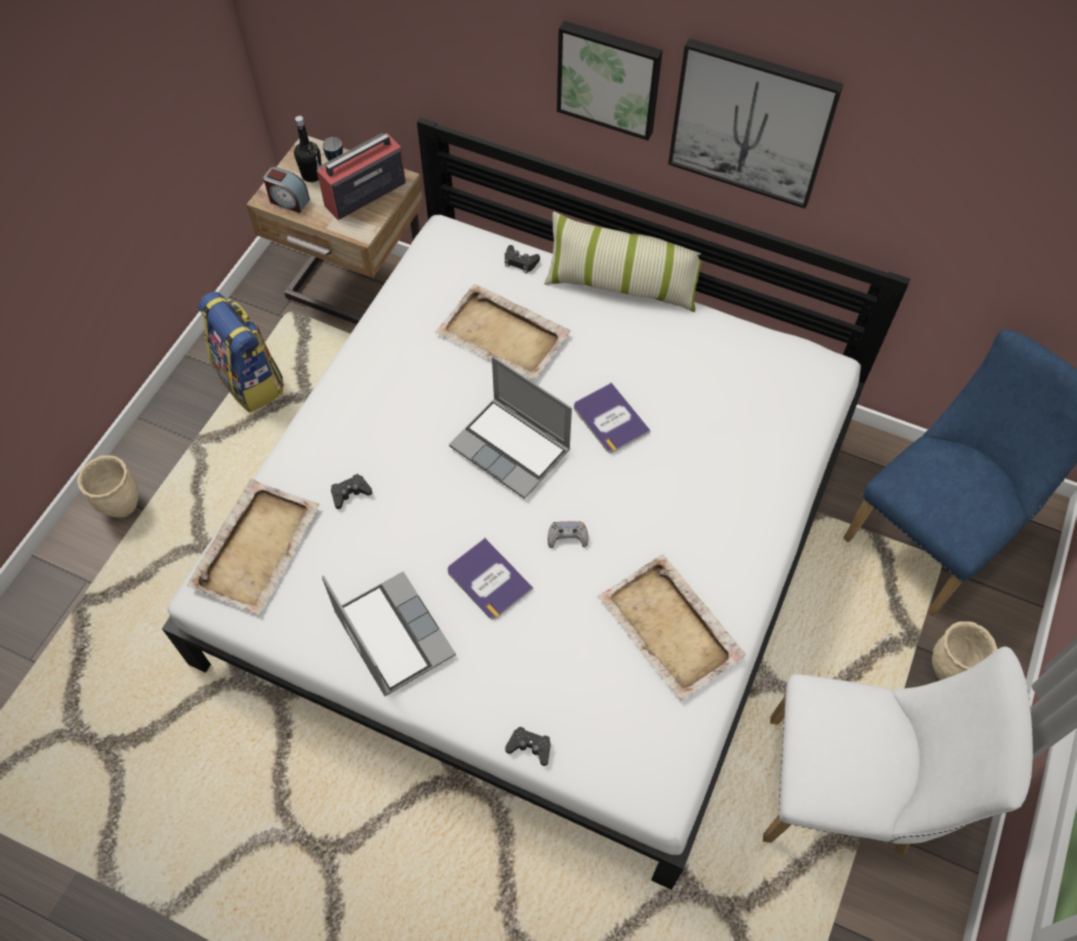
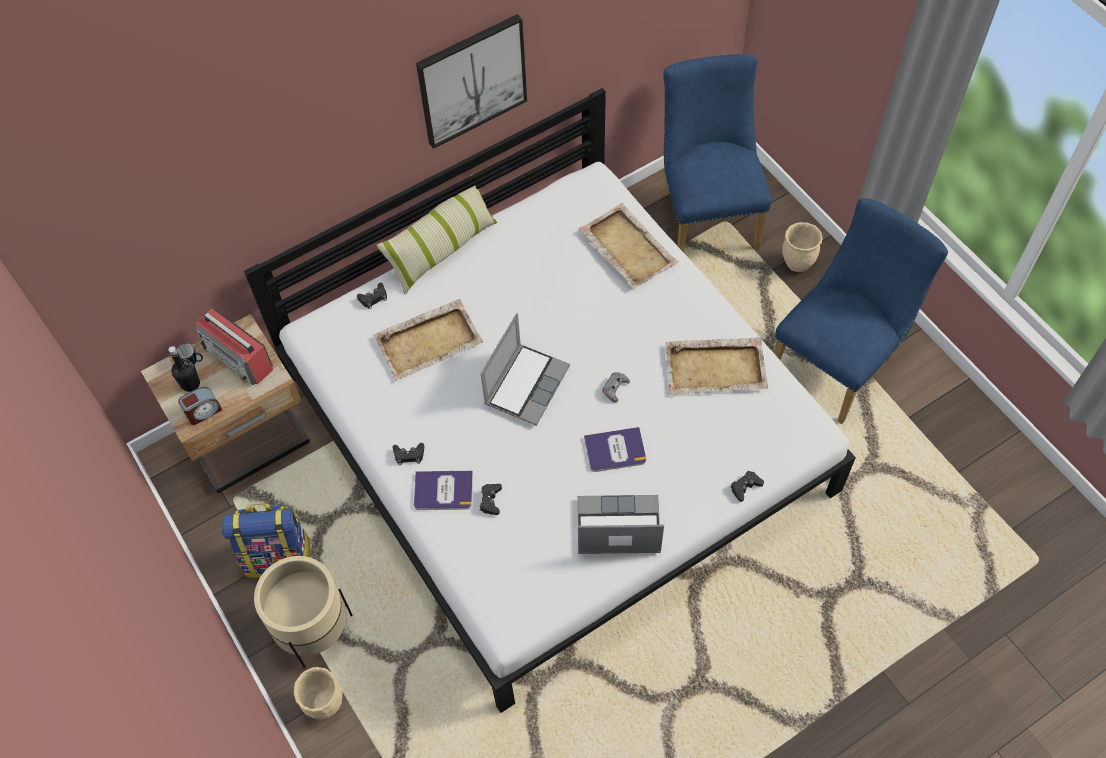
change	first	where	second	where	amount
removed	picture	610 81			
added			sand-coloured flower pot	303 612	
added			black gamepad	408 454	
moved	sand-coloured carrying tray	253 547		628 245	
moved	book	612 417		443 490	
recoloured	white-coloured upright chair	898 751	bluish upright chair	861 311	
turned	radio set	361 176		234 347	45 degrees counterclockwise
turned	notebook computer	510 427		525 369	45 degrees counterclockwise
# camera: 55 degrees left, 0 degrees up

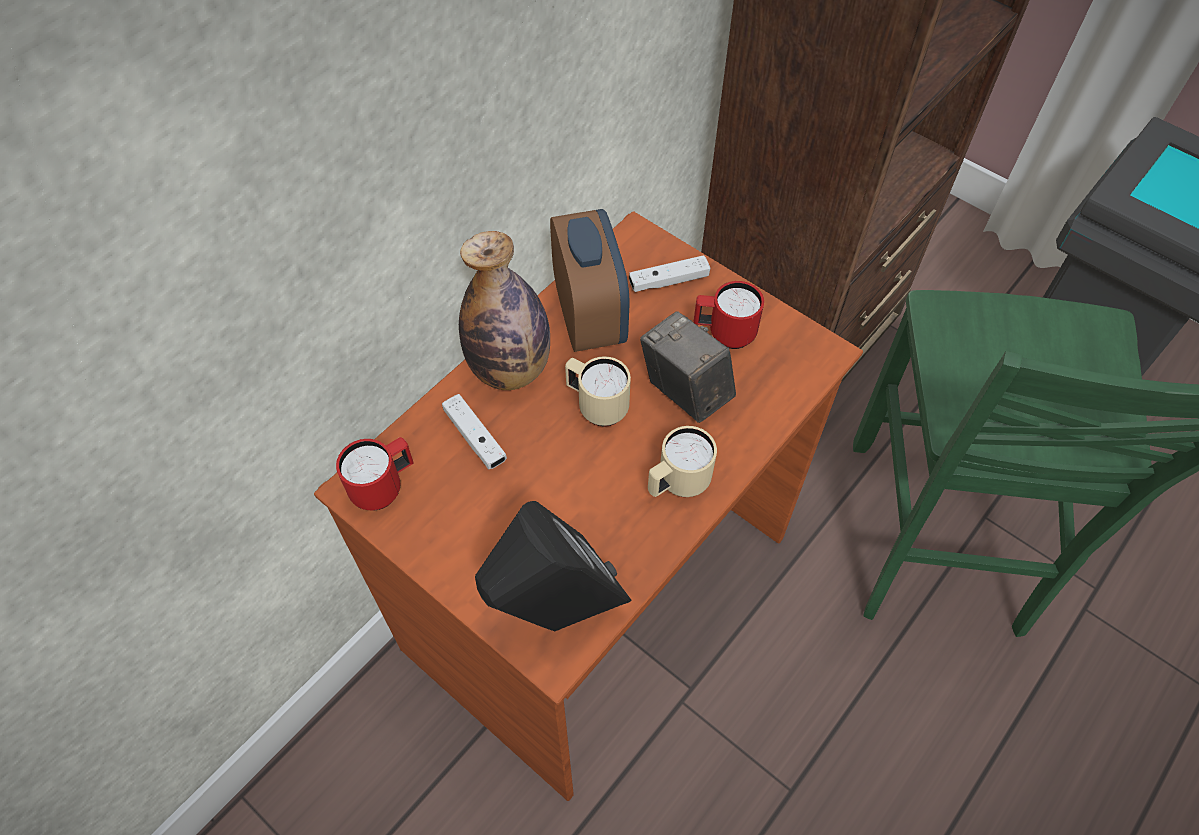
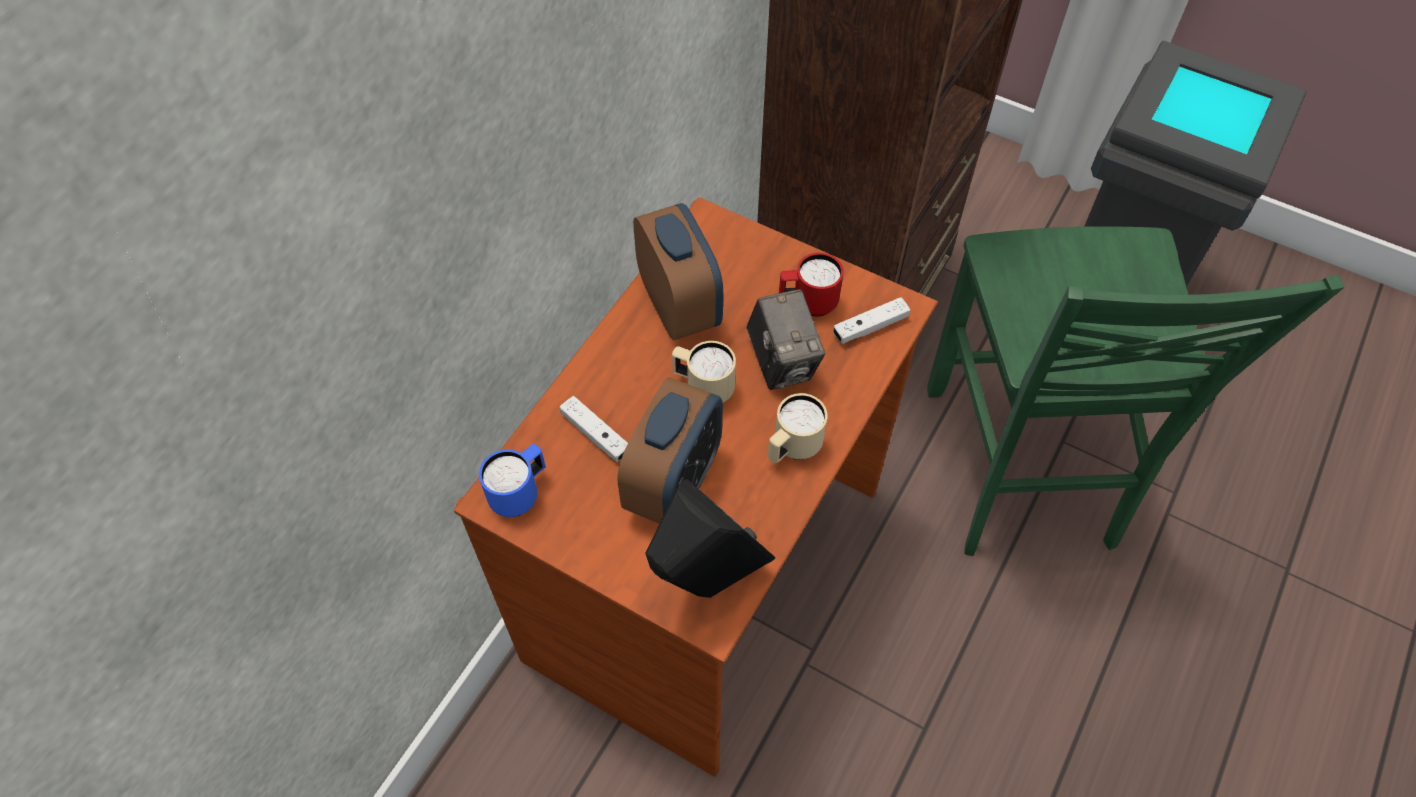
change	first	where	second	where	amount
removed	bottle	504 310			
added			bedside clock	670 451	
moved	white-coloured gamepad	669 273		871 320	
recoloured	red-coloured mug	374 473	bluish mug	512 480	
turned	photo camera	688 367		785 339	150 degrees counterclockwise
# camera: 10 degrees left, 0 degrees up

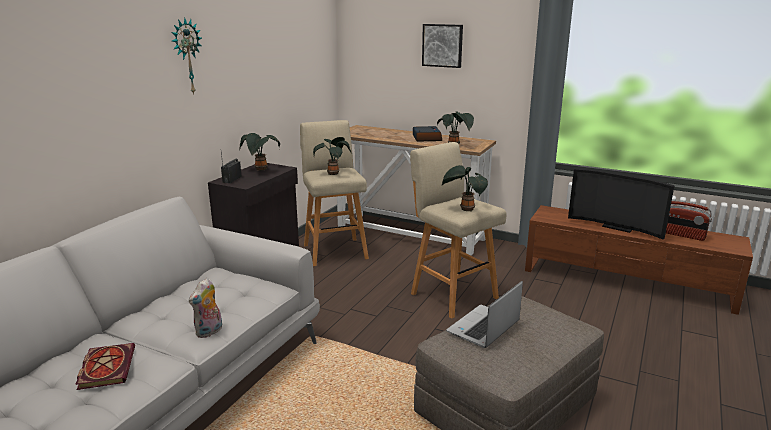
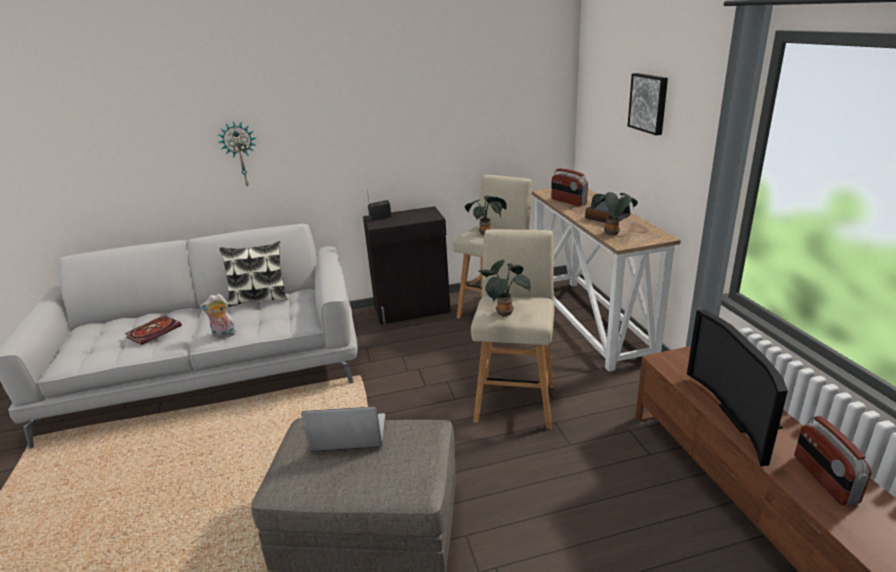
change	first	where	second	where	amount
removed	houseplant	259 152			
added			pillow	253 274	
added			radio set	569 187	
moved	hanging clock	186 56		237 154	
# camera: 50 degrees right, 5 degrees up

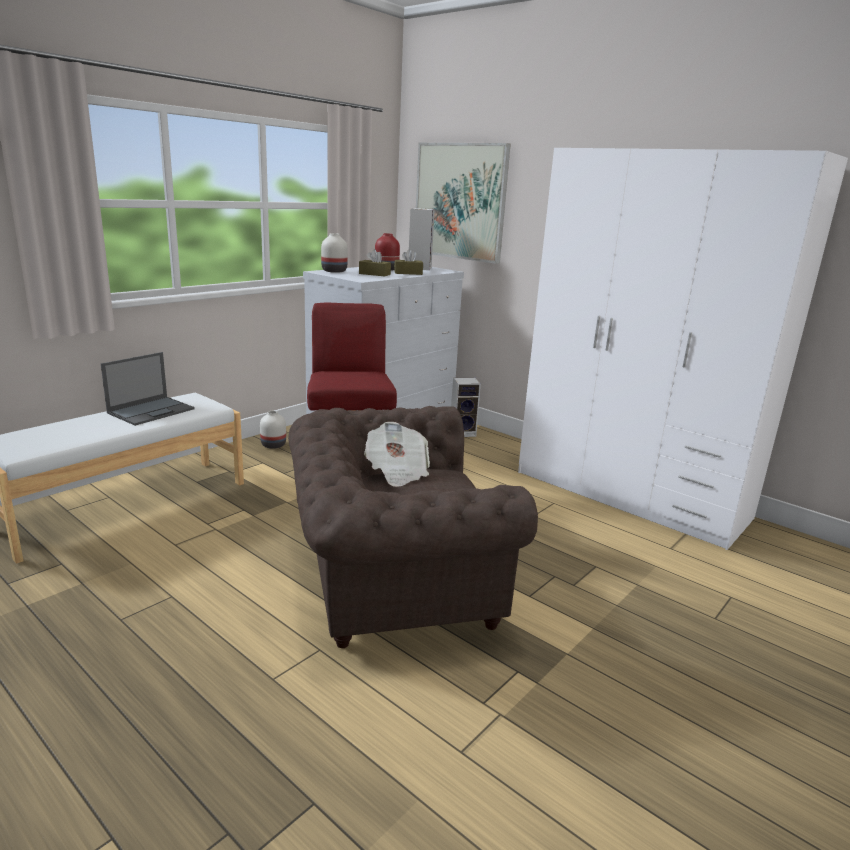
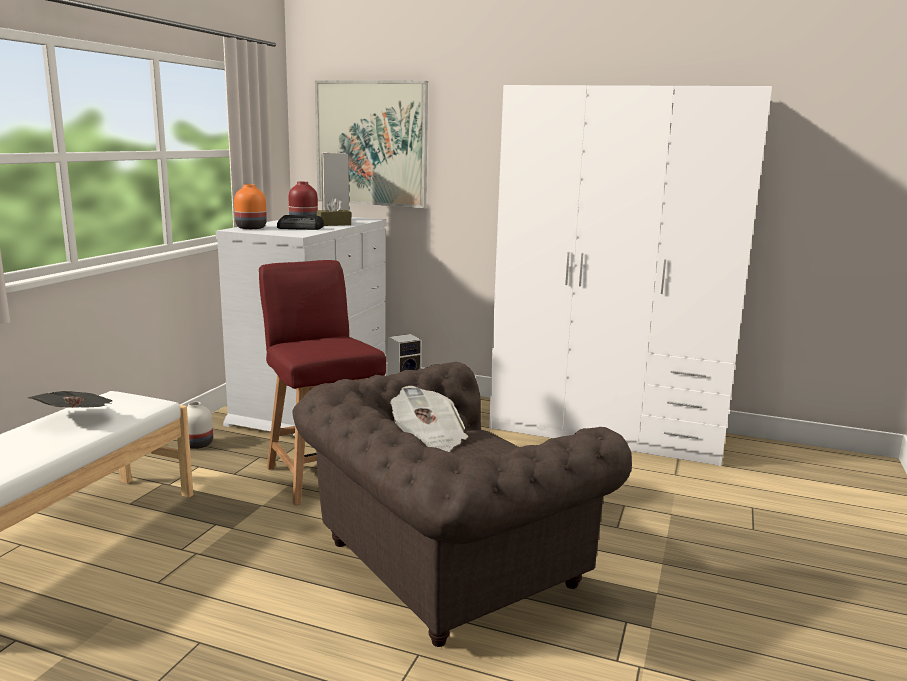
change	first	where	second	where	amount
replaced	notebook computer	148 389	newspaper	70 399	
replaced	brownish box of tissues	375 263	radio set	300 222	
recoloured	white-coloured vase	334 253	orangey vase	250 206	
# camera: 20 degrees left, 5 degrees down

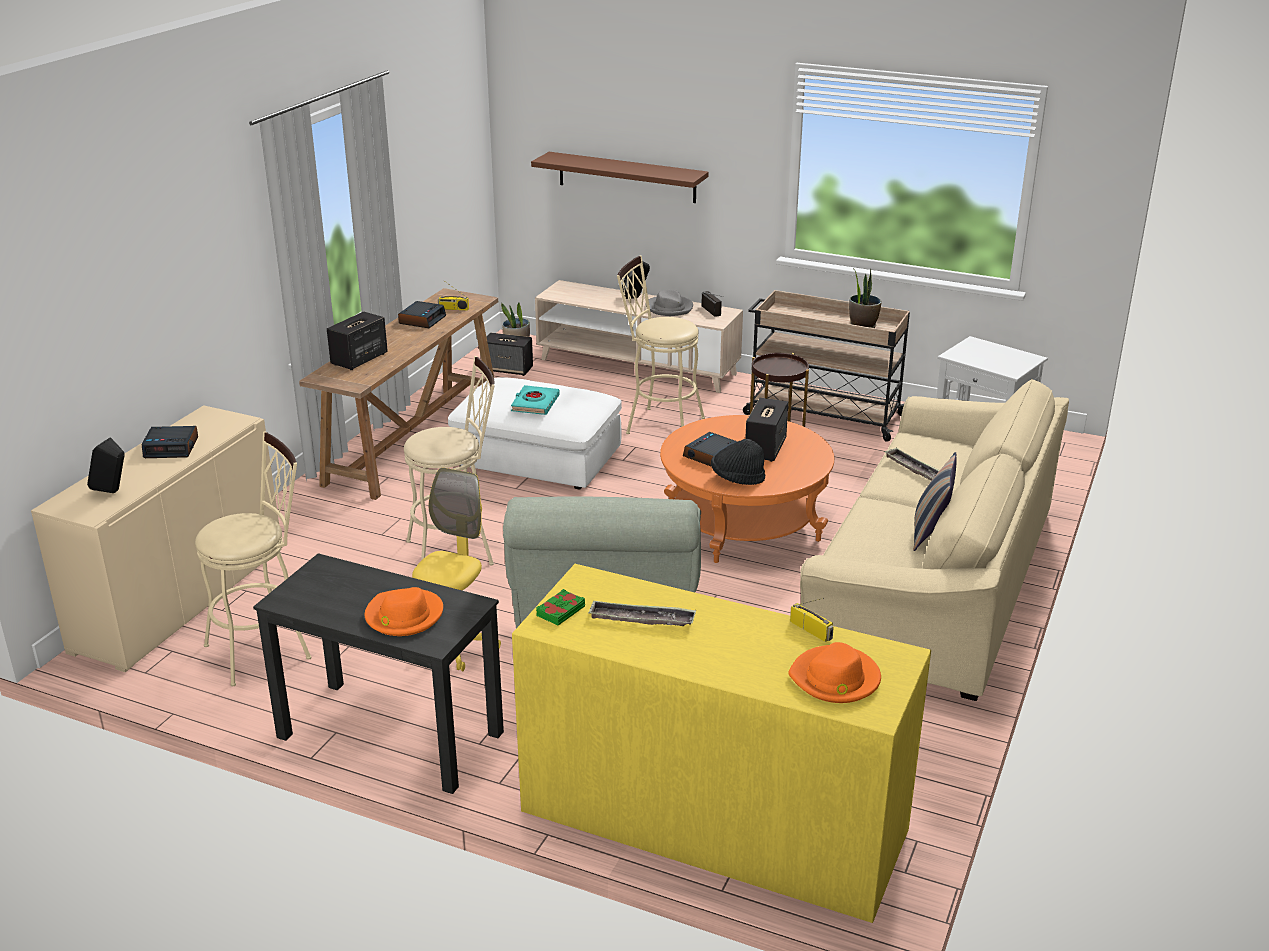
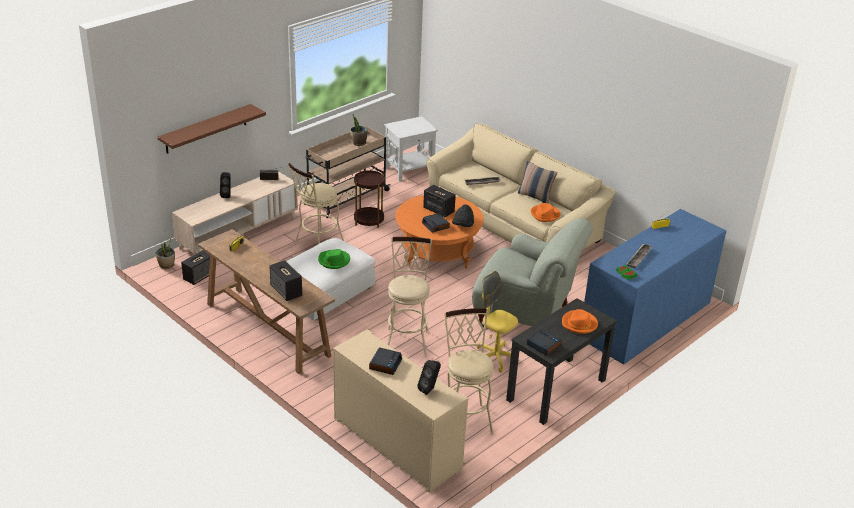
change	first	where	second	where	amount
removed	grey clothing hat	671 302			
moved	bedside clock	422 314		544 342	
moved	orangey clothing hat	834 672		545 212	
replaced	blue-green book	535 400	green clothing hat	334 259	
recoloured	yellow-coloured dresser	721 743	bluish dresser	655 287	
# camera: 70 degrees left, 5 degrees up

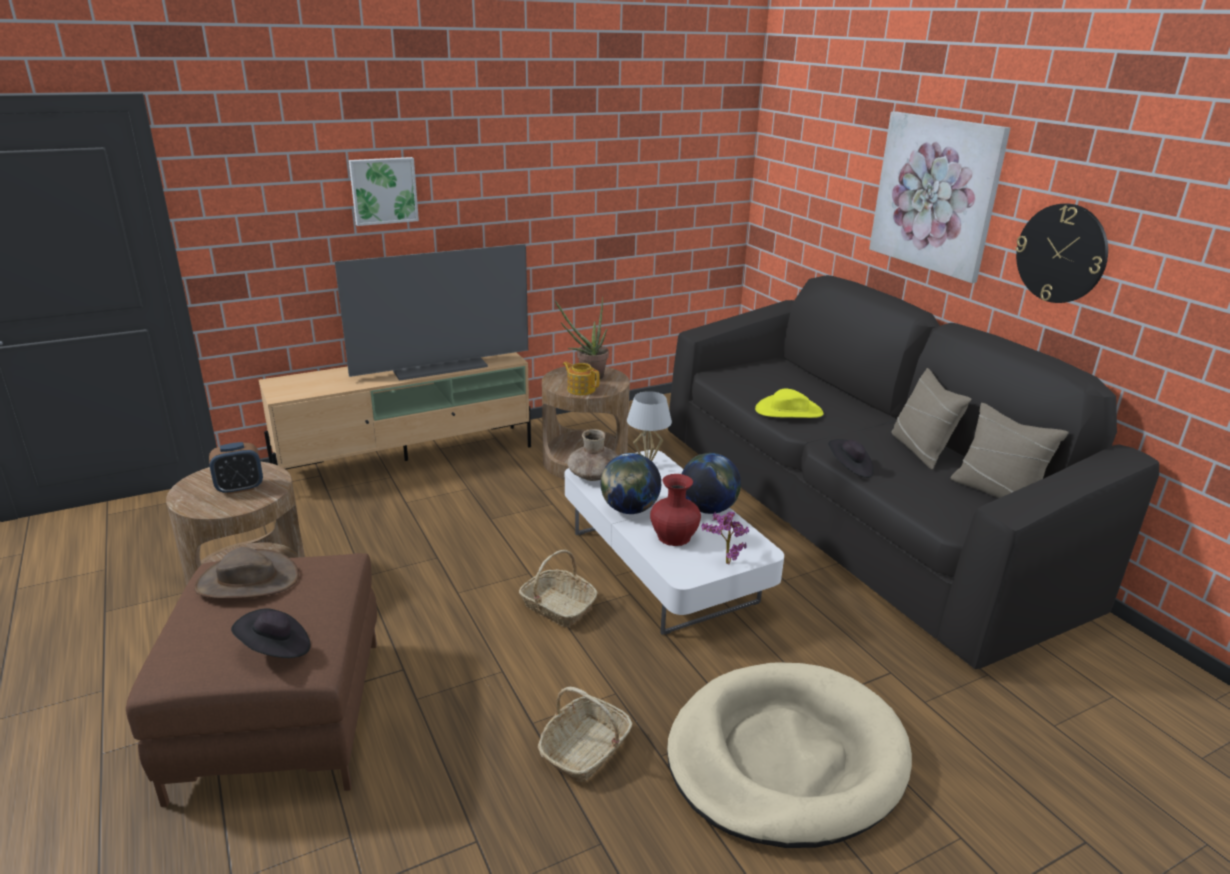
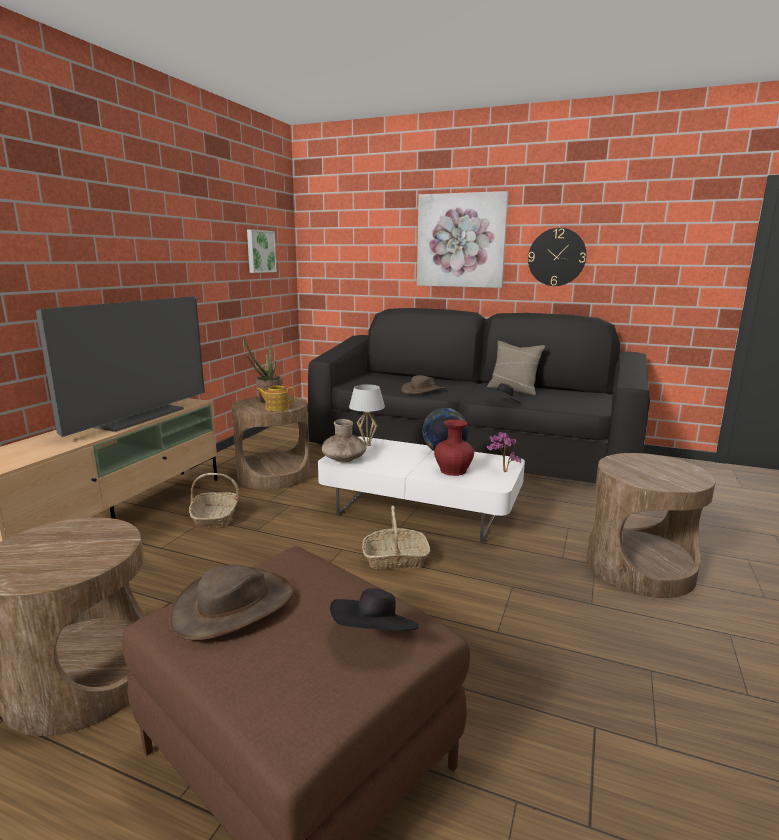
change	first	where	second	where	amount
removed	bedside clock	236 468			
removed	desk globe	630 483			
removed	sand-coloured pillow	1009 450			
moved	picture	384 191		262 251	
moved	household basket	585 734		214 500	
replaced	sand-coloured dog bed	789 755	brownish side table	651 525	
recoloured	yellow-coloured clothing hat	789 403	brownish clothing hat	423 384	
# camera: 40 degrees left, 10 degrees down

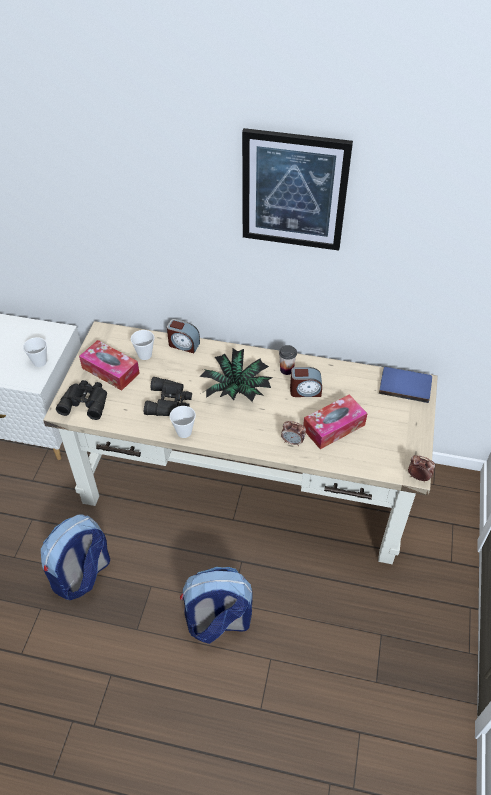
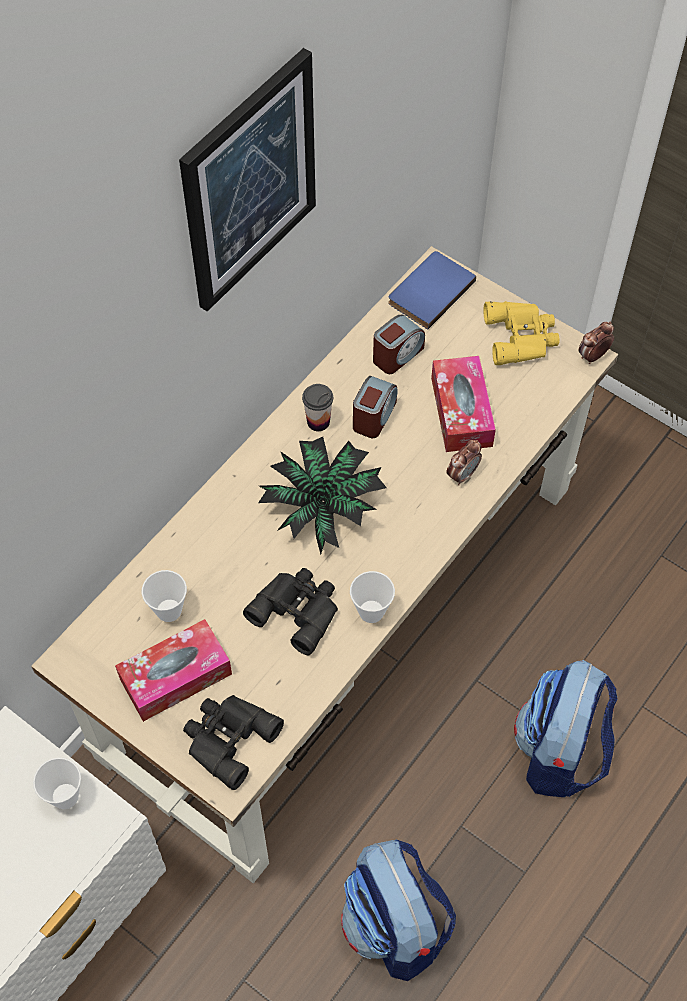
change	first	where	second	where	amount
added			yellow-coloured pair of binoculars	521 333	
moved	bedside clock	183 336		399 344	
# camera: 65 degrees left, 10 degrees up

